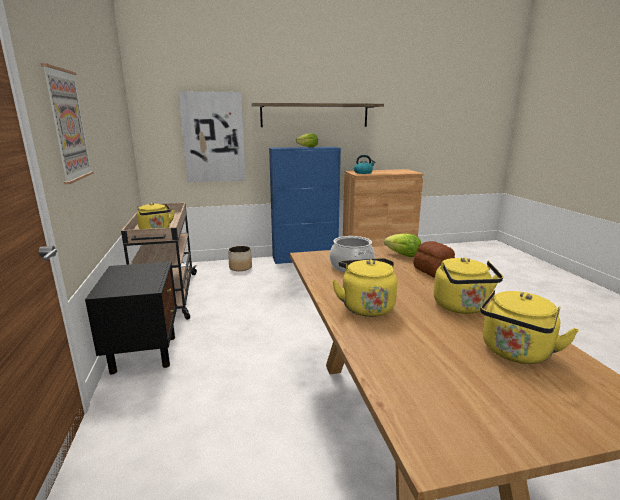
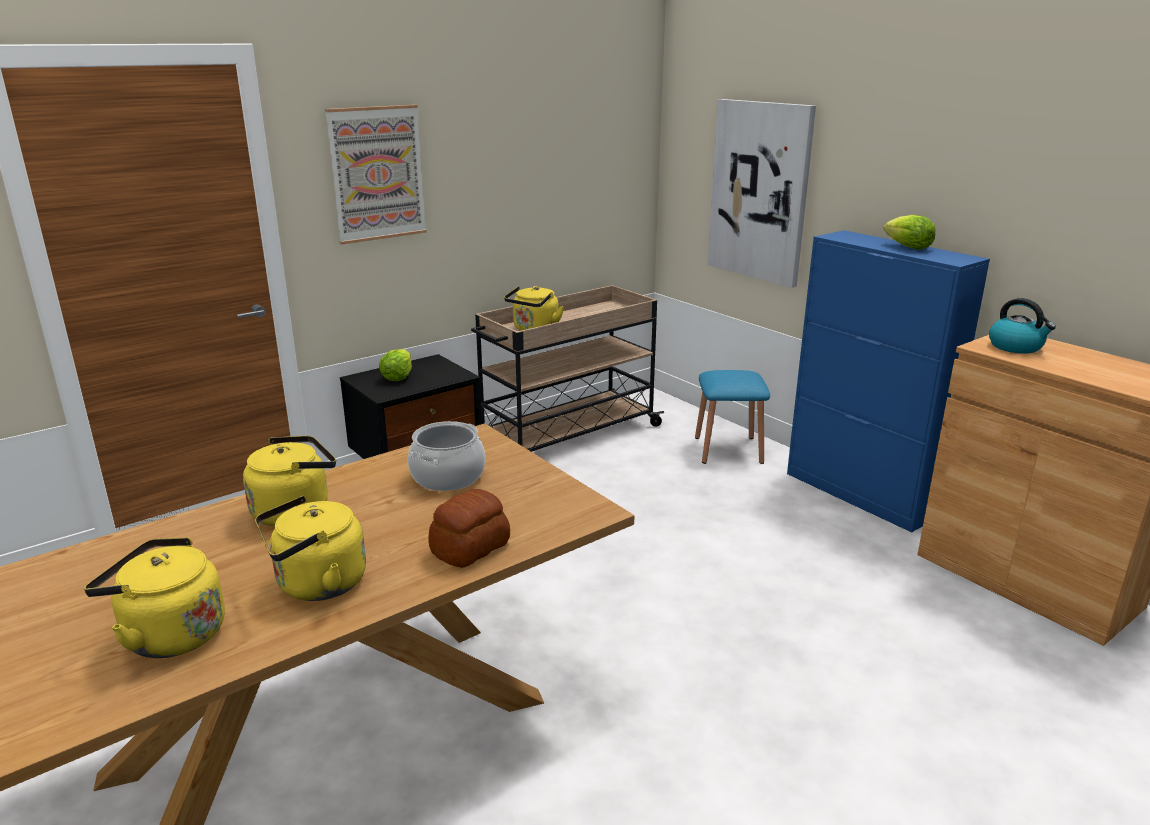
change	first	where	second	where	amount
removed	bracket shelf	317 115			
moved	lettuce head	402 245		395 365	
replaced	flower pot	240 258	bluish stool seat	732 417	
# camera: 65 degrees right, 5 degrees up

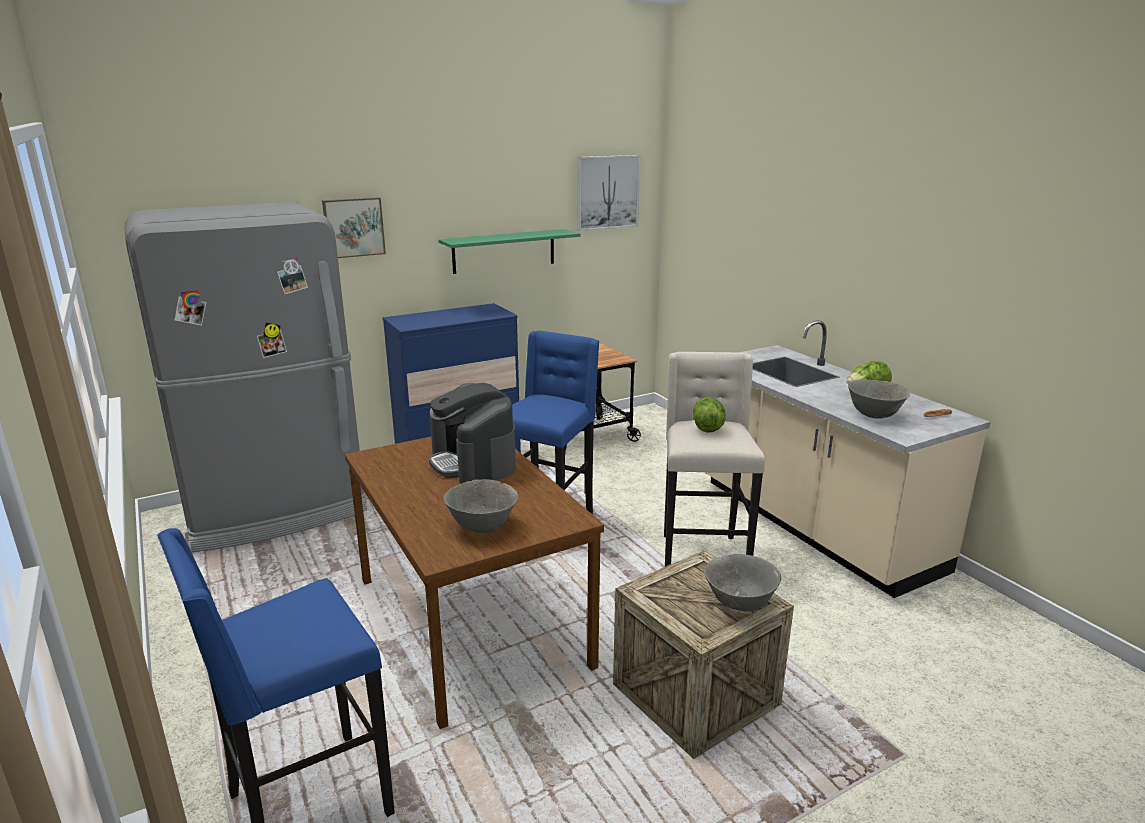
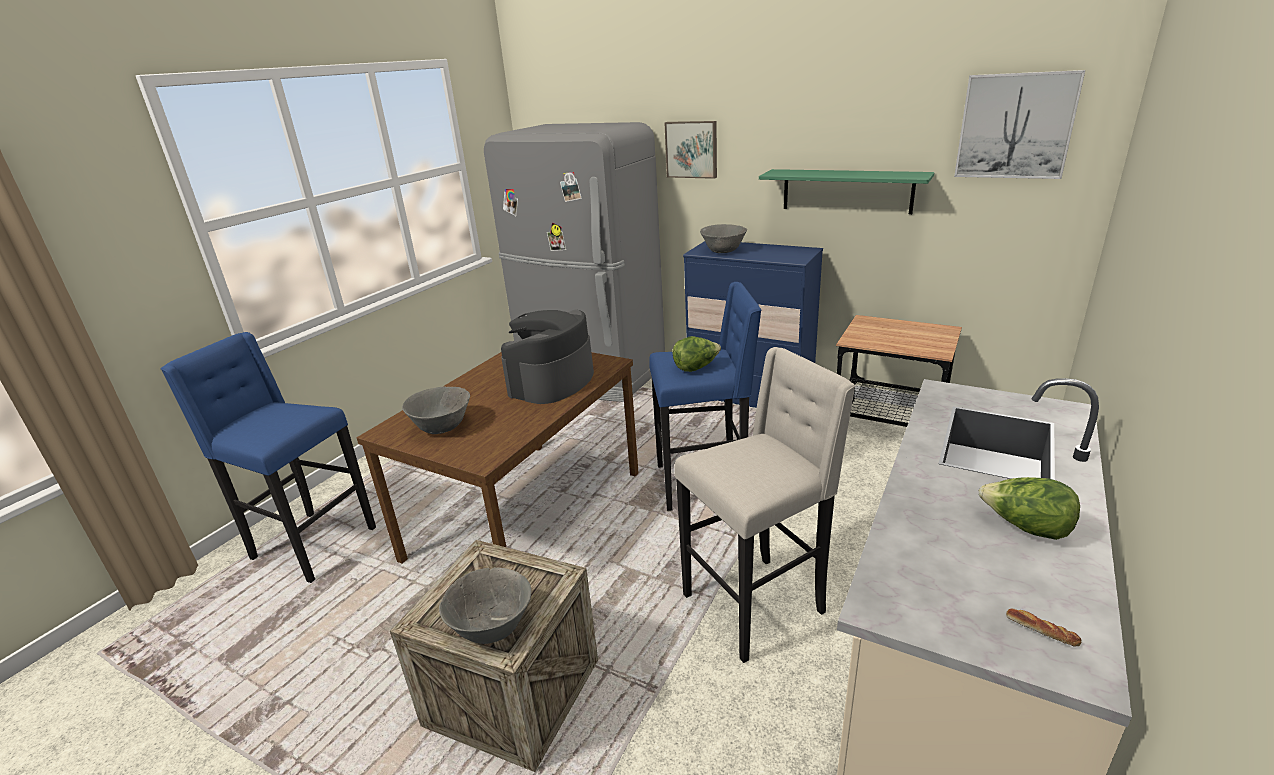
change	first	where	second	where	amount
moved	lettuce head	709 415		696 354	
moved	grey bowl	879 399		723 238	
# camera: 60 degrees right, 5 degrees up

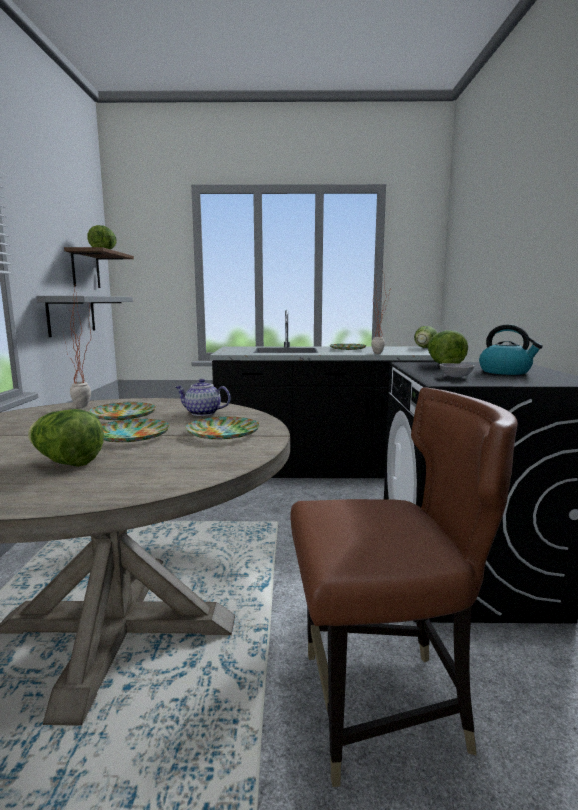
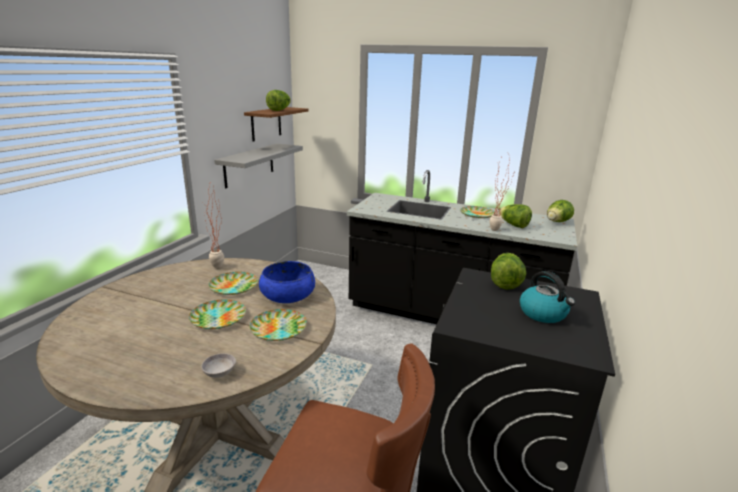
change	first	where	second	where	amount
moved	lettuce head	66 438		515 216	
moved	grey bowl	456 370		218 365	
replaced	pot for tea	203 397	bluish bowl	287 282	
# camera: 20 degrees right, 10 degrees up

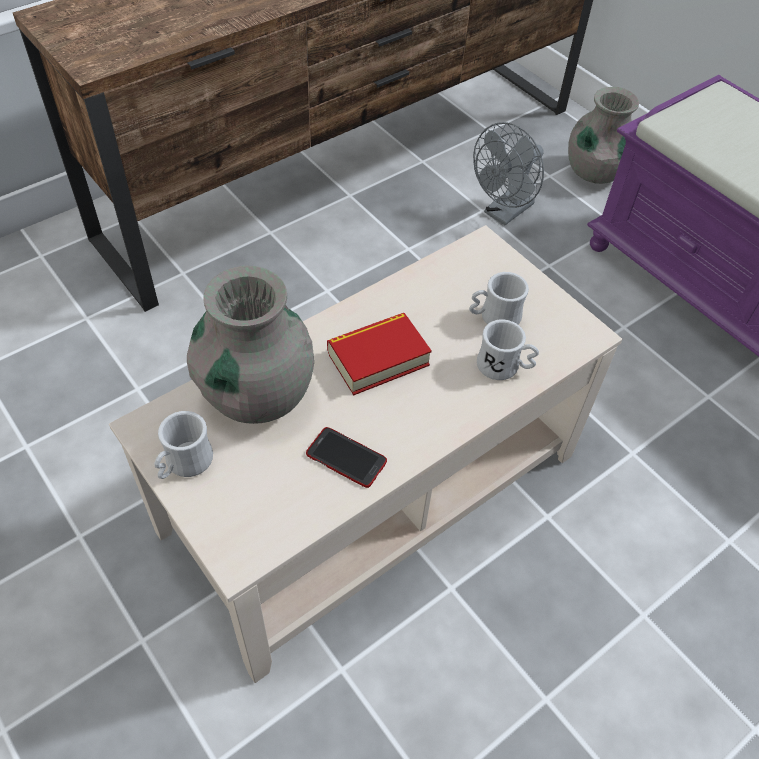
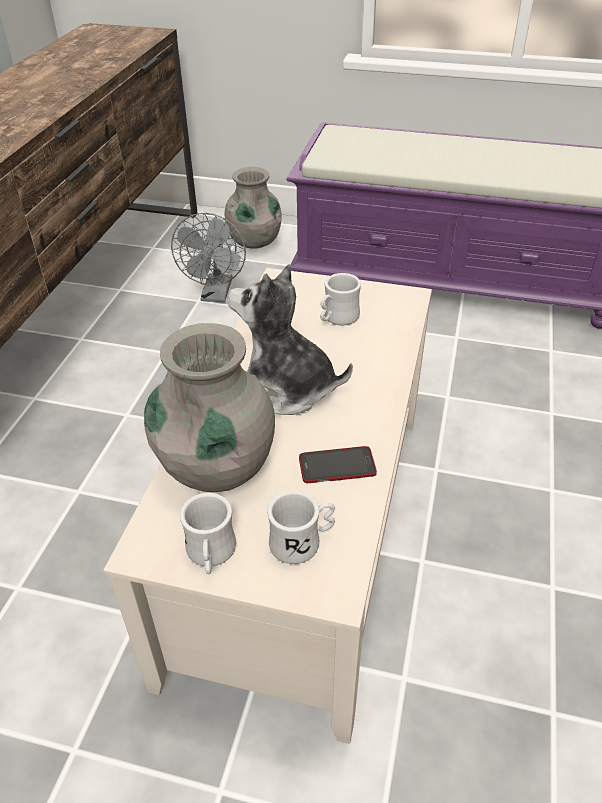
change	first	where	second	where	amount
moved	white-coloured mug	508 349		301 527	
replaced	book	379 354	plush toy	290 339	
# camera: 35 degrees left, 10 degrees down

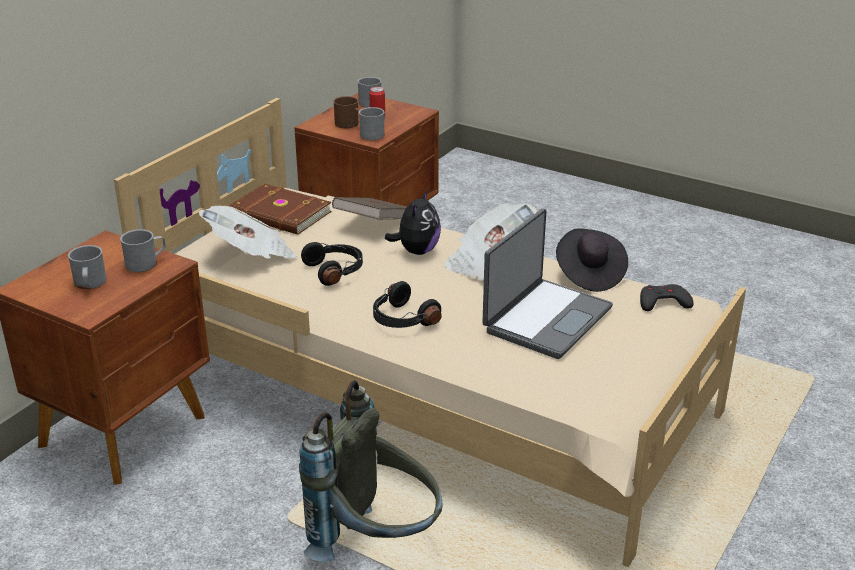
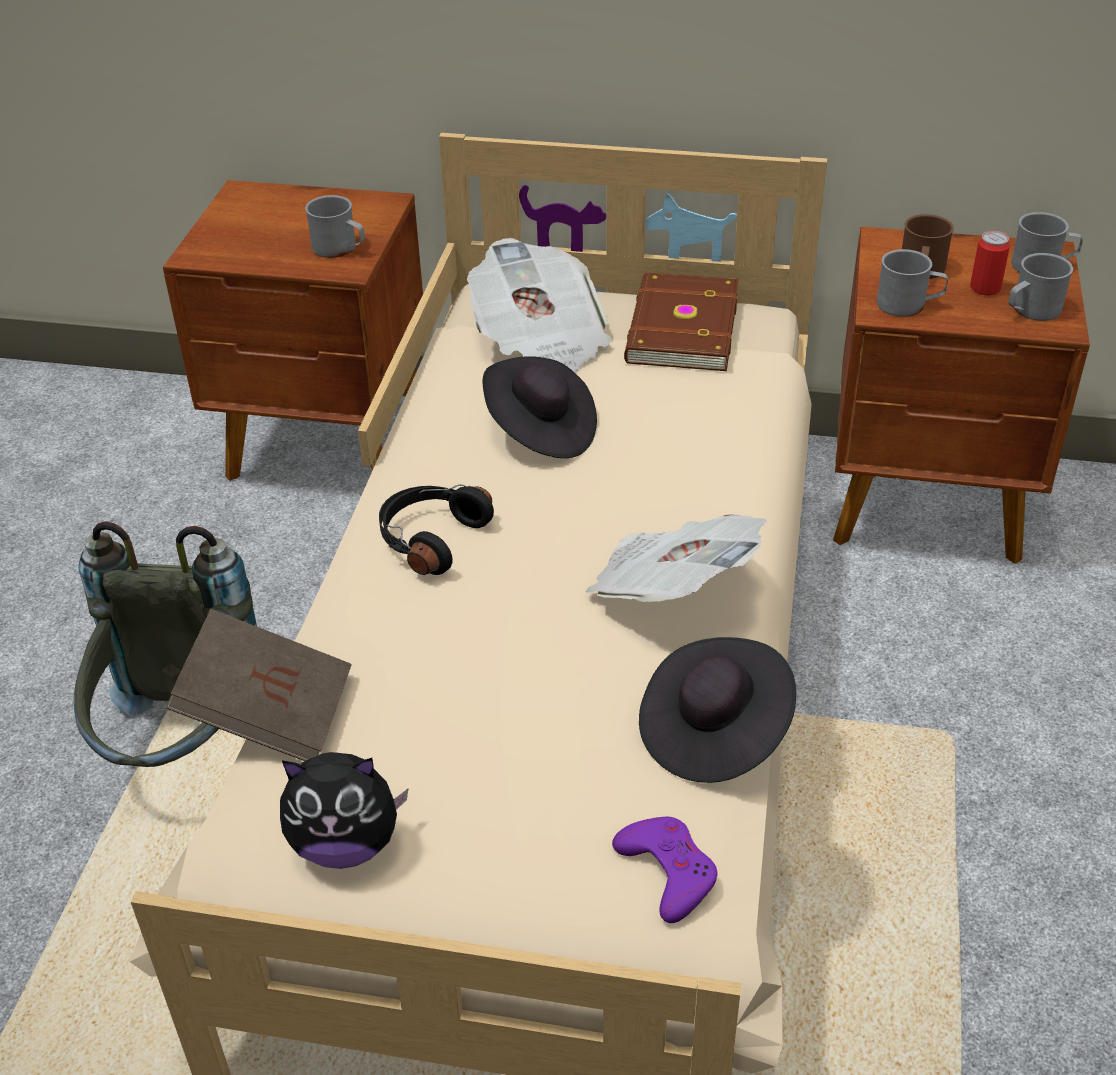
change	first	where	second	where	amount
removed	notebook computer	547 284			
moved	grey mug	87 267		1040 287	
moved	brownish book	369 208		259 685	
moved	plush toy	413 222		344 810	
replaced	black headset	332 264	black clothing hat	539 407	
recoloured	black gamepad	667 297	purple-coloured gamepad	665 870	
# camera: 70 degrees right, 10 degrees up

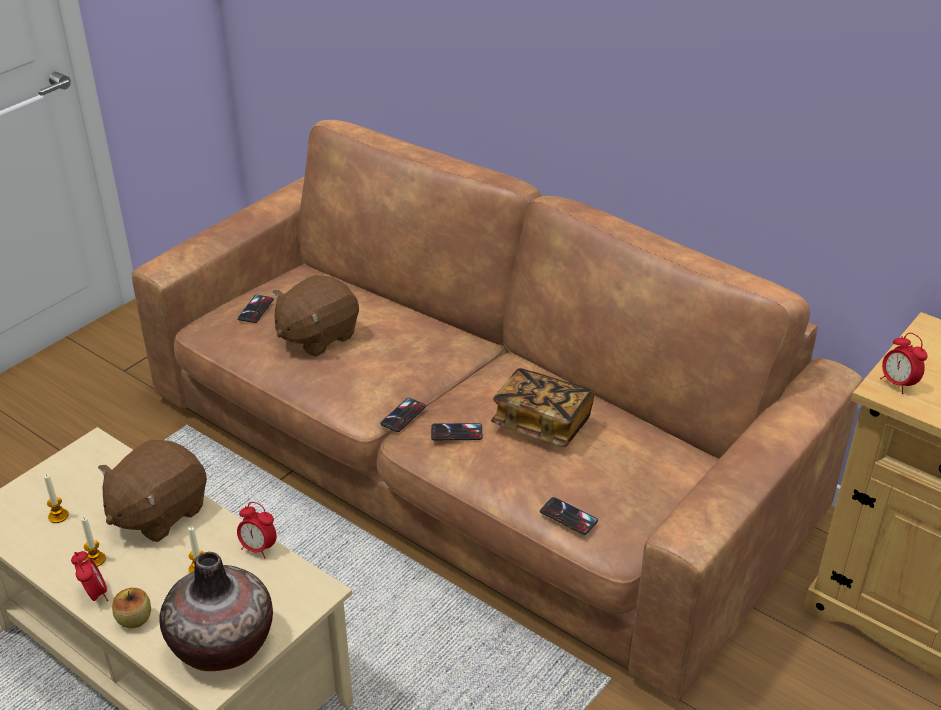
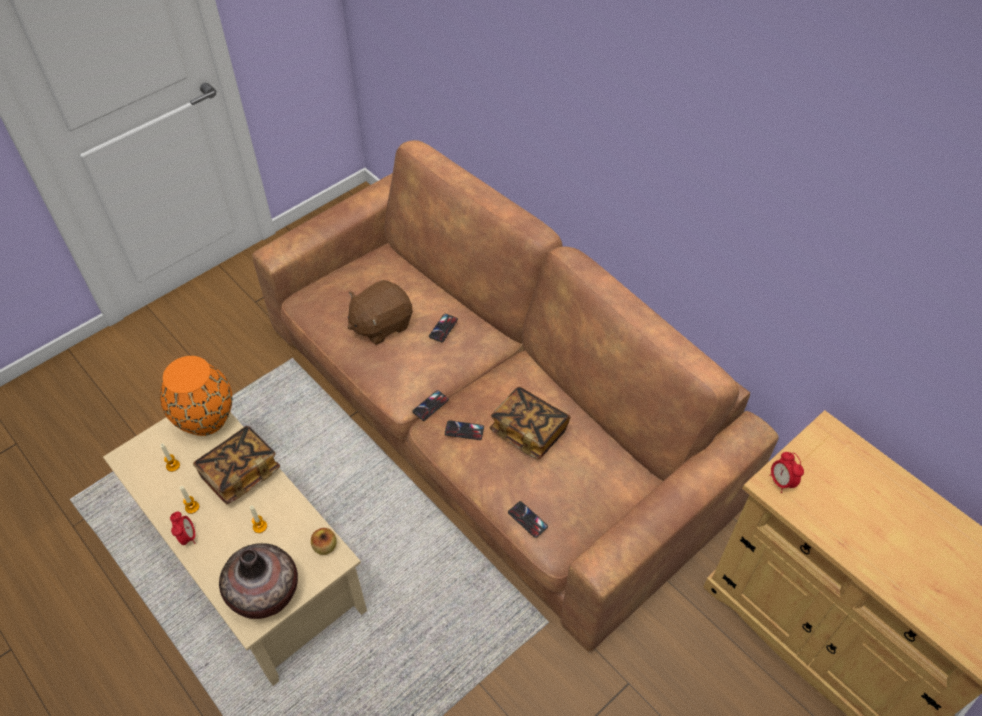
change	first	where	second	where	amount
removed	bedside clock	257 530			
added			orangey vase	196 396	
moved	apple fruit	131 608		324 541	
moved	handset	256 309		443 328	
replaced	brownish plush toy	152 491	book	236 465	
# camera: 10 degrees right, 15 degrees up

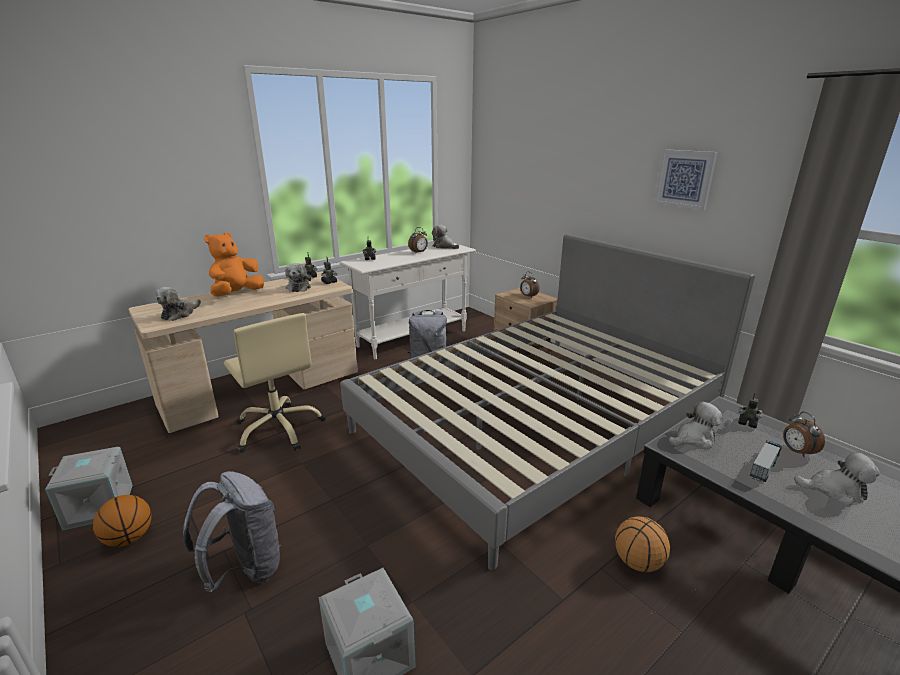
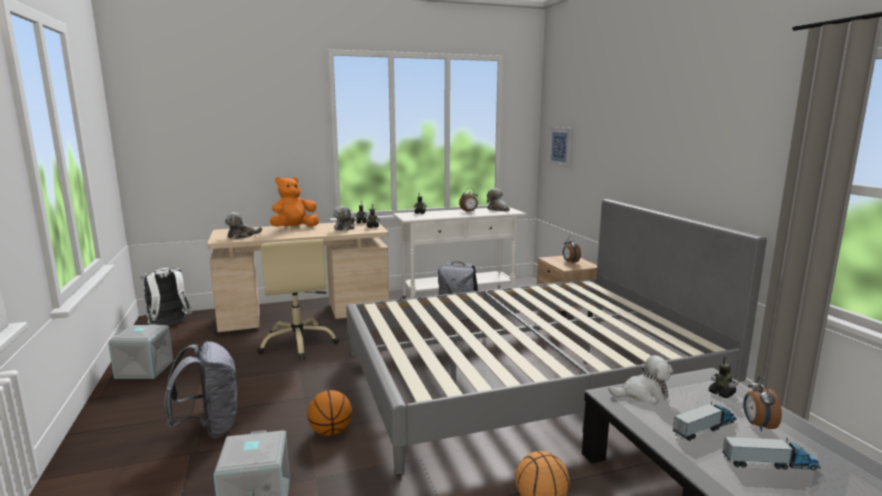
change	first	where	second	where	amount
added			white-coloured rucksack	166 296	
moved	basketball	122 521		329 413	
moved	picture	685 179		560 147	
replaced	plush toy	837 479	toy lorry	771 453	
# camera: 20 degrees right, 10 degrees down

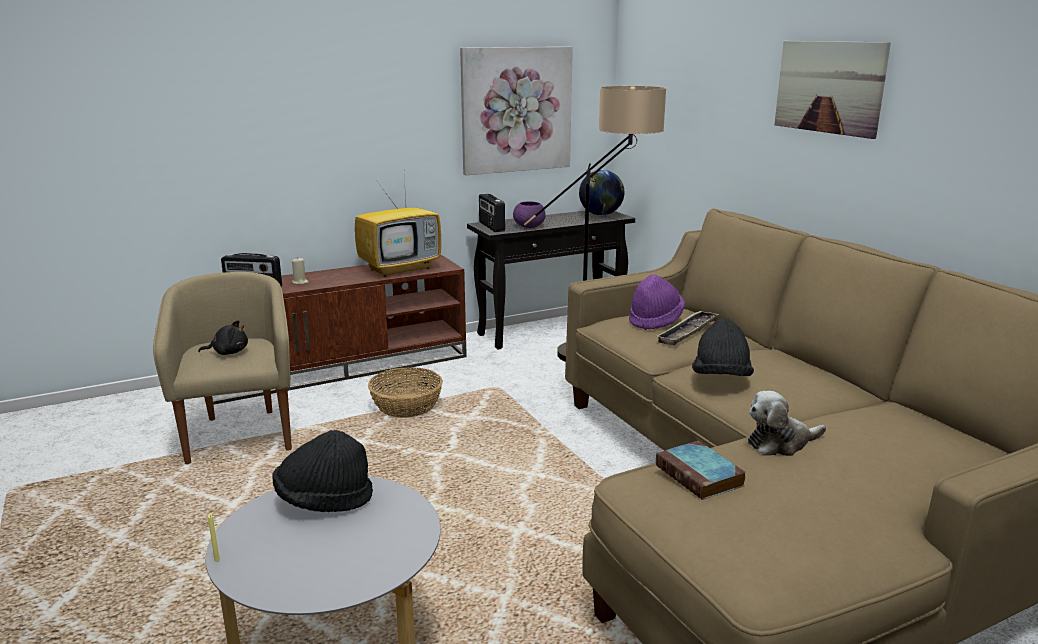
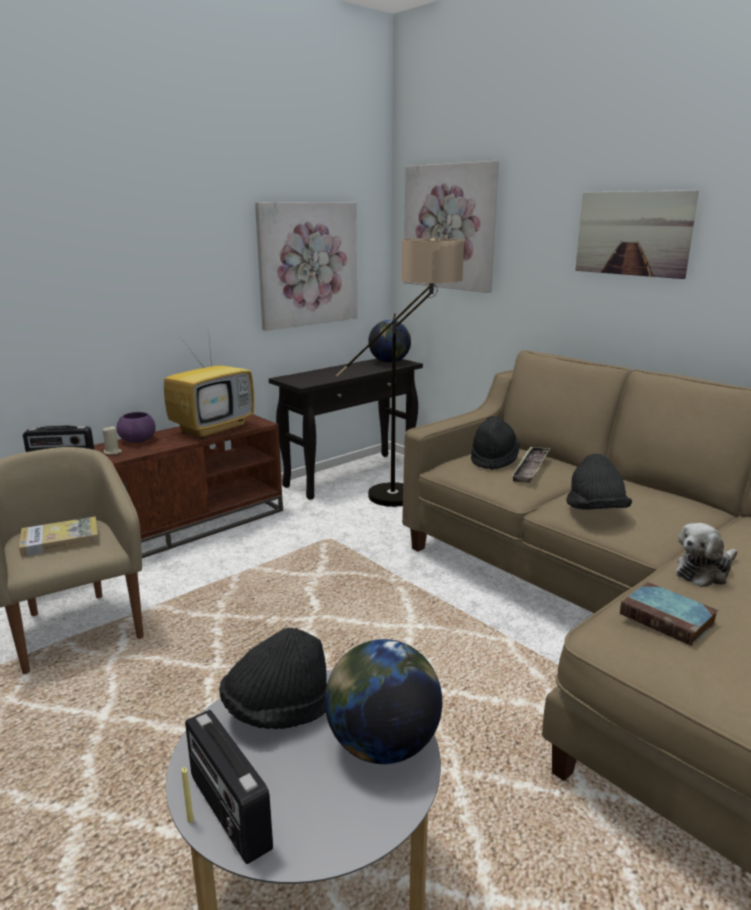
change	first	where	second	where	amount
removed	household basket	405 392			
added			desk globe	383 701	
added			picture	451 227	
moved	radio set	492 212		229 787	
moved	purple-coloured bowl	529 214		136 427	
replaced	black plush toy	223 337	book	59 536	
recoloured	purple-coloured clothing hat	657 302	black clothing hat	495 443	
# camera: 15 degrees left, 0 degrees up

